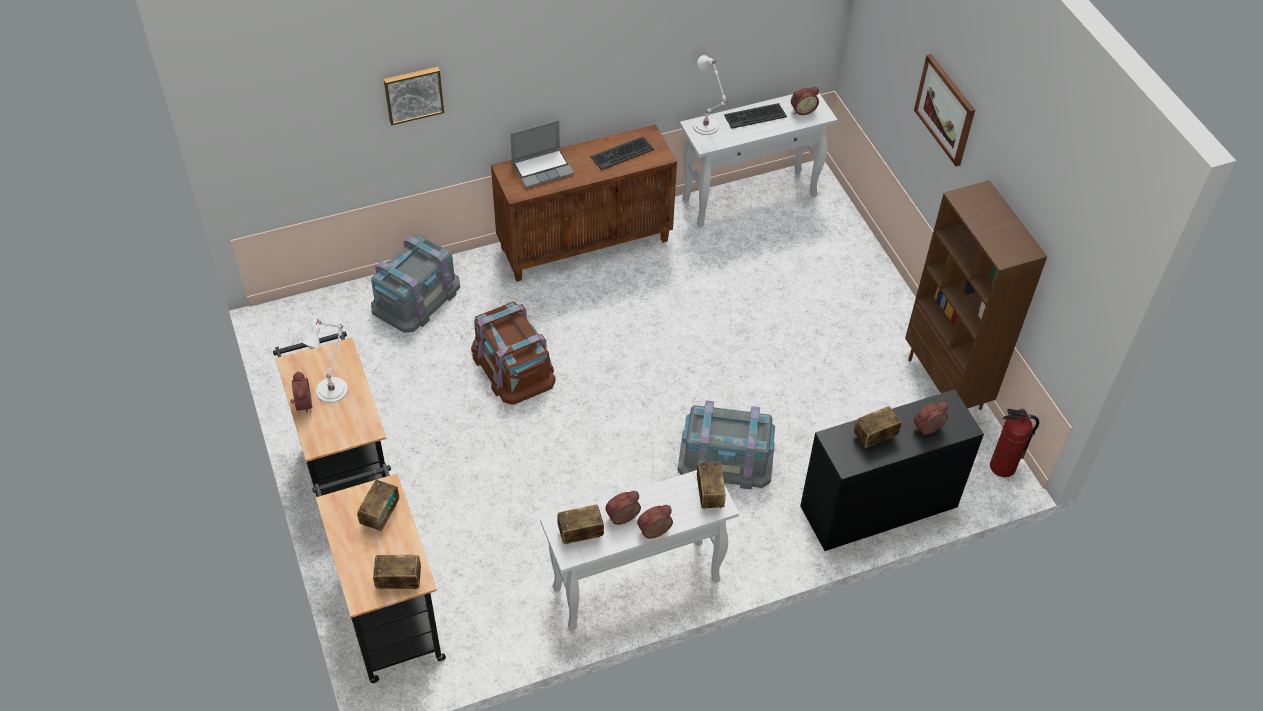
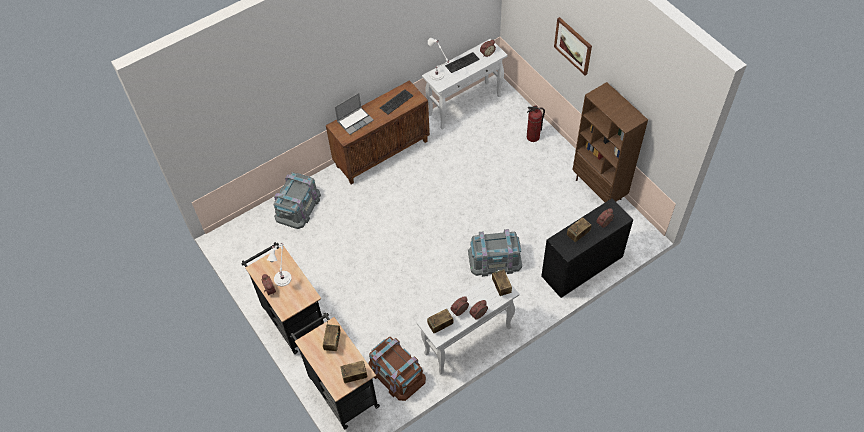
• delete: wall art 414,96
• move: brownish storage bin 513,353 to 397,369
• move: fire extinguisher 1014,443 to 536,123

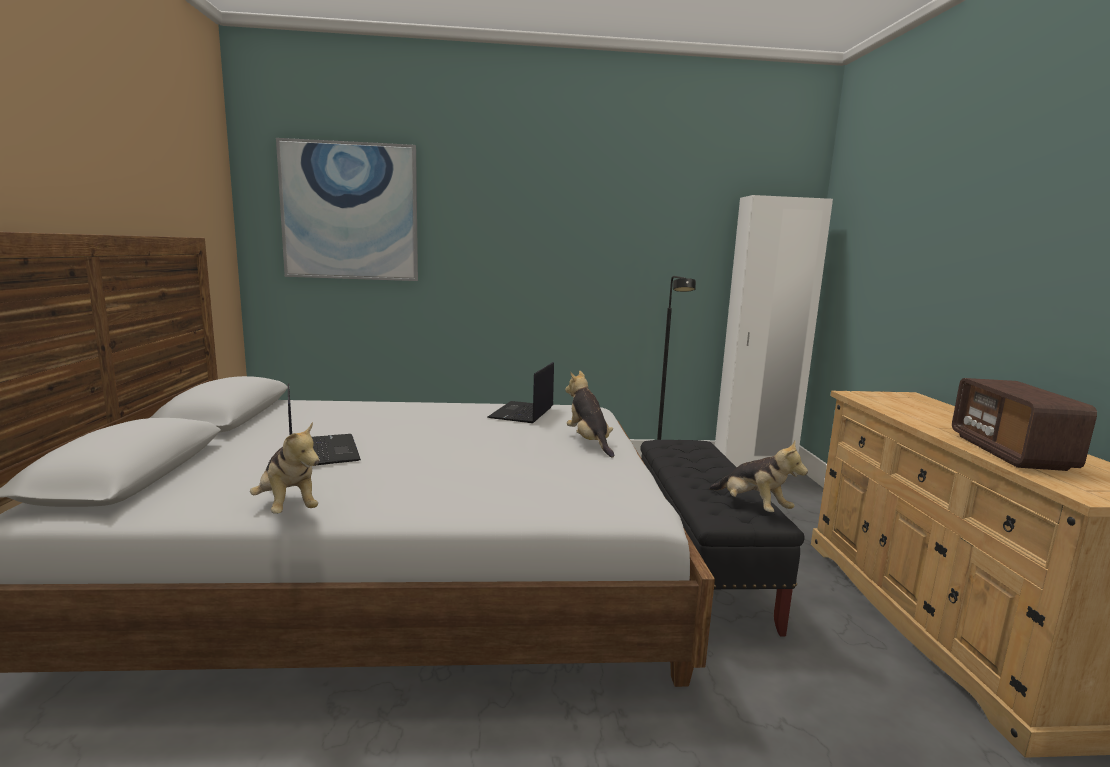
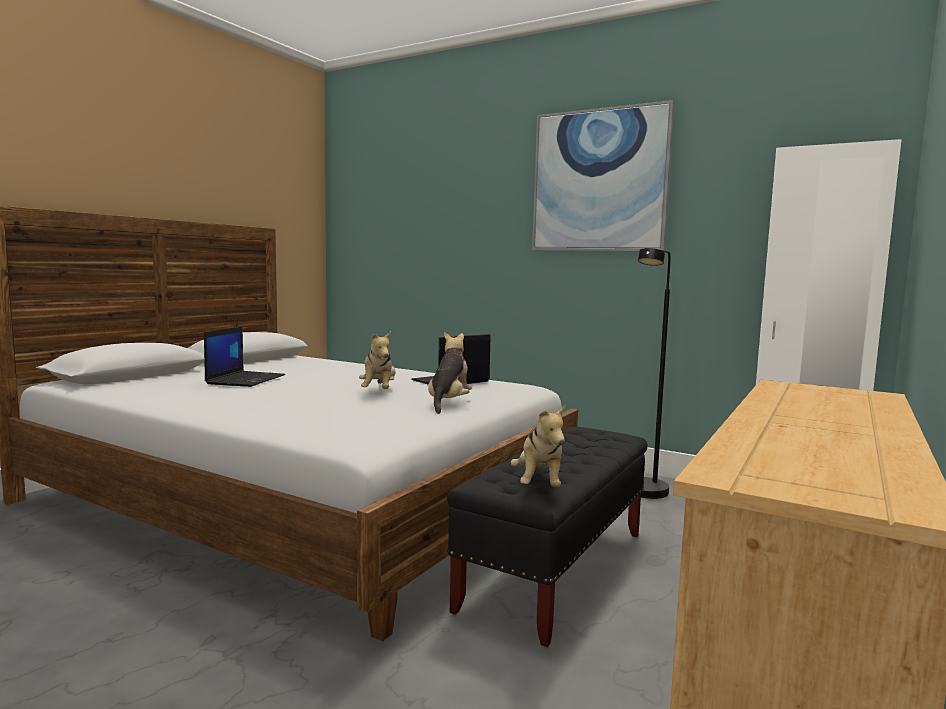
• move: plush toy 284,468 to 377,360
• move: wall art 347,209 to 603,175
• delete: radio 1024,424

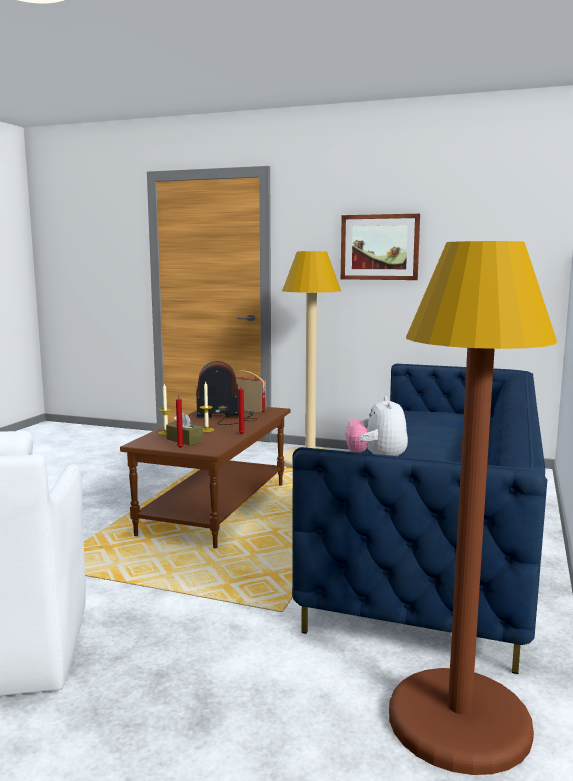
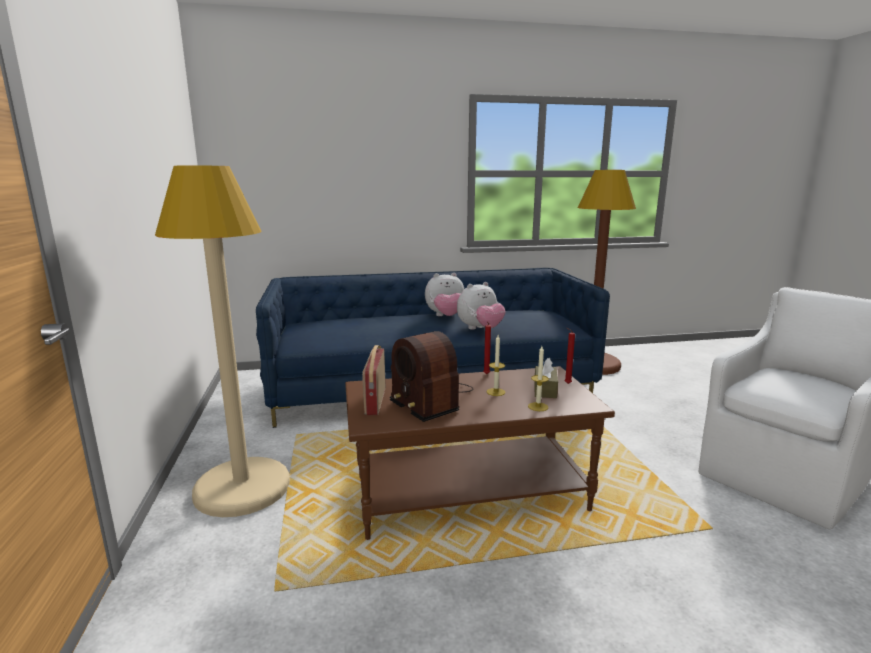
• delete: wall art 380,247
• insert: plush toy 444,294

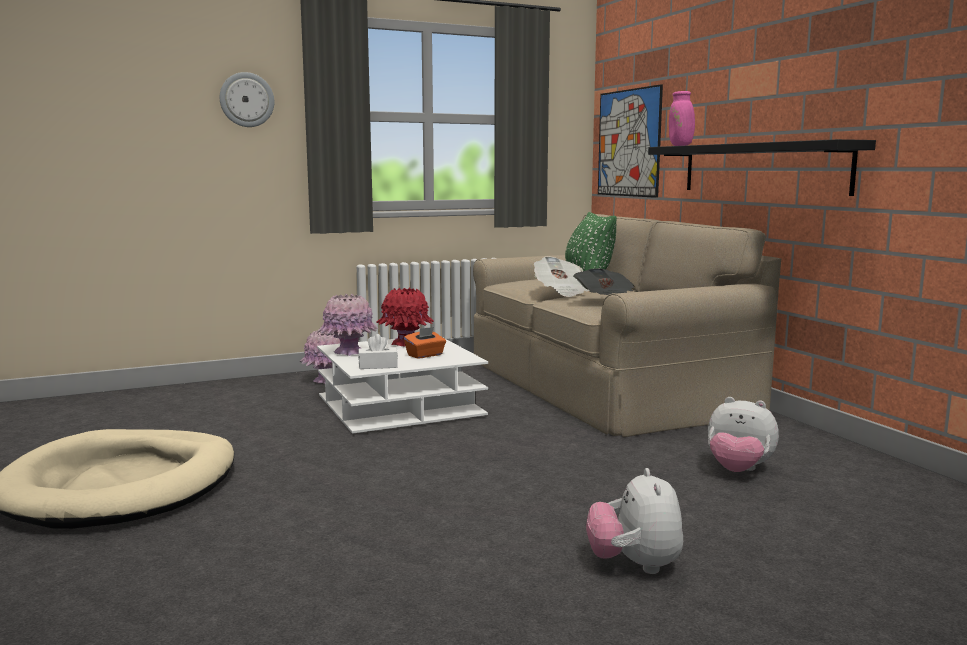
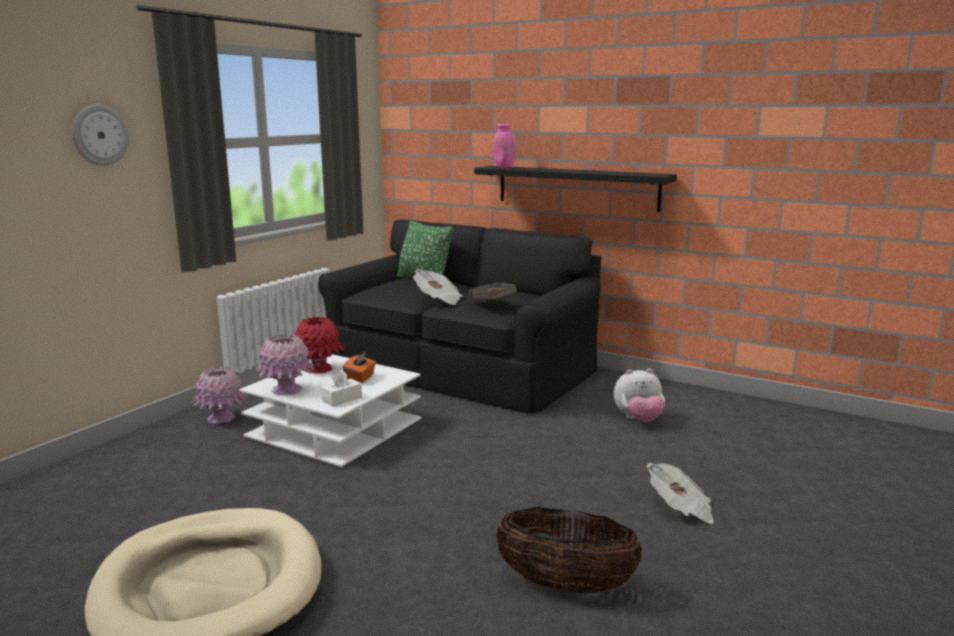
• recolor: beige-coloured sofa 627,325 to black-coloured sofa 459,316
• replace: plush toy 634,521 to daily paper 680,493
• delete: wall art 630,141
• insert: household basket 568,550

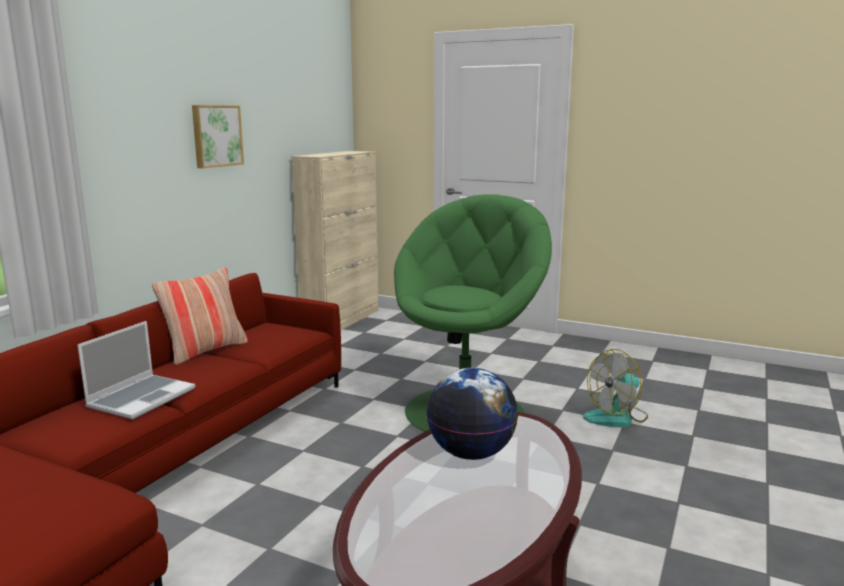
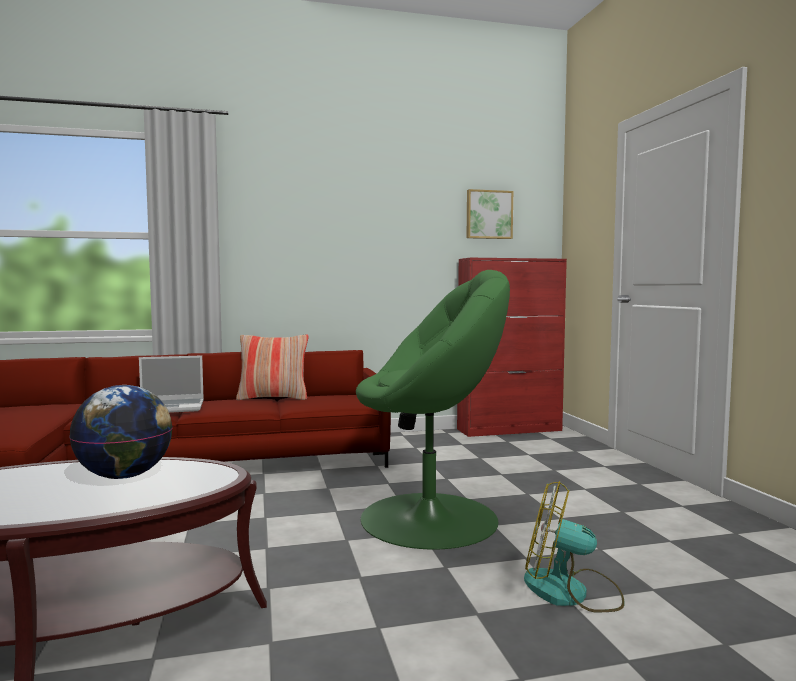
• move: wall art 218,136 to 490,214
• recolor: beige-coloured cupboard 335,240 to red-coloured cupboard 512,347

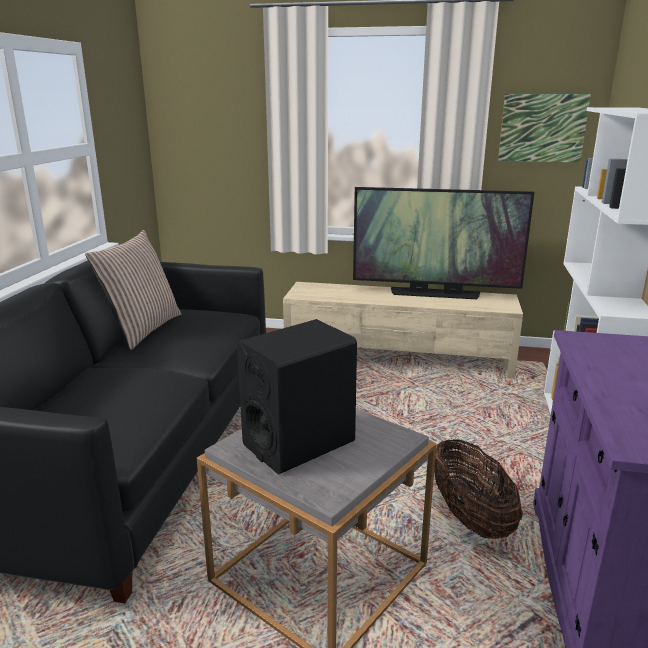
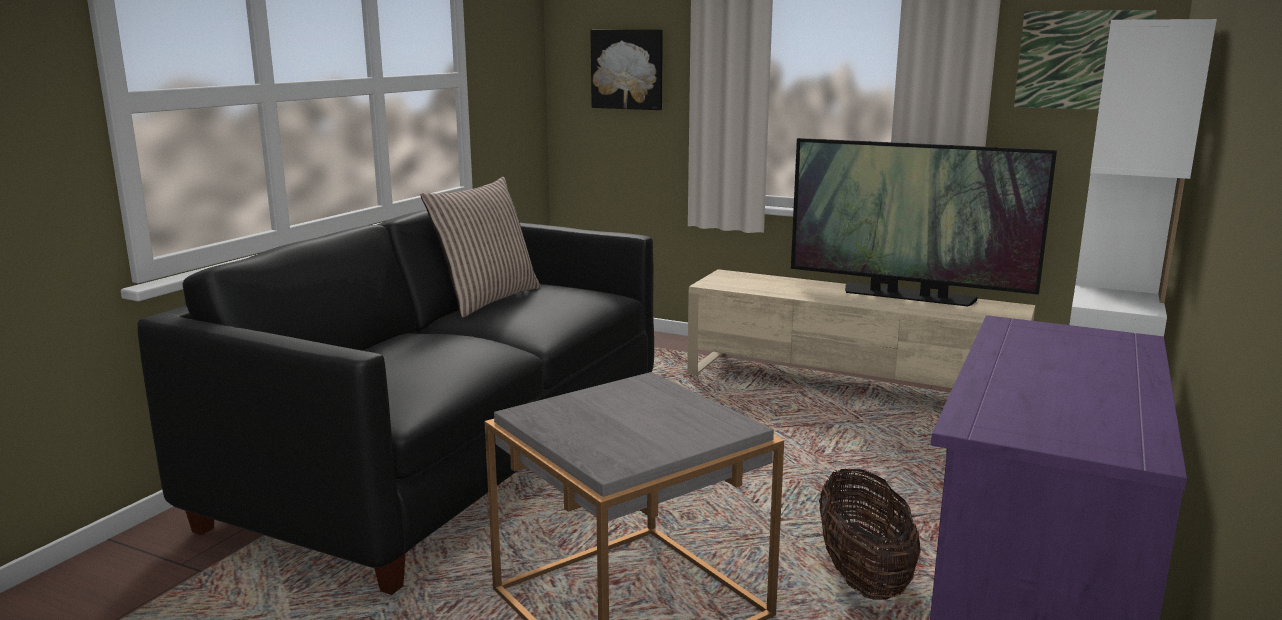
• delete: black-coloured speaker 297,396
• insert: wall art 626,69

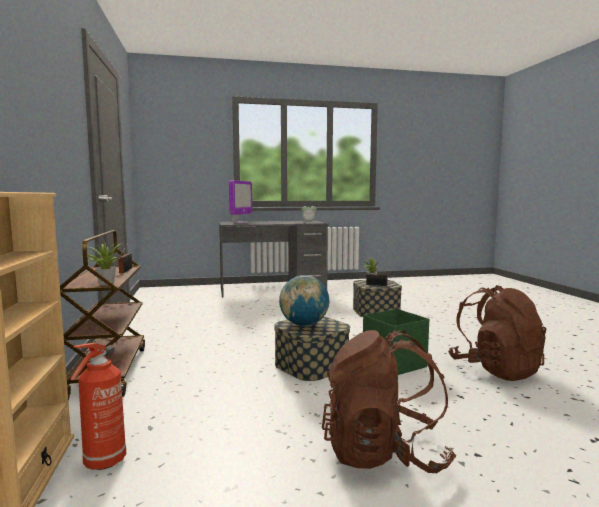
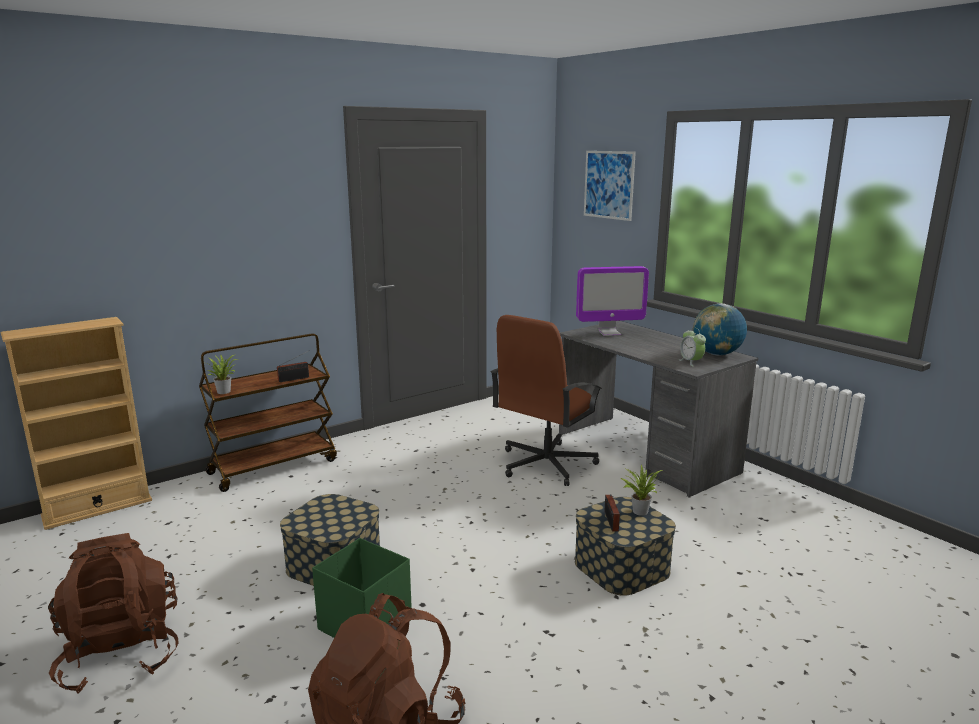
• delete: fire extinguisher 98,406
• move: desk globe 304,300 to 720,329
• insert: brownish office chair 546,400
• insert: wall art 610,186

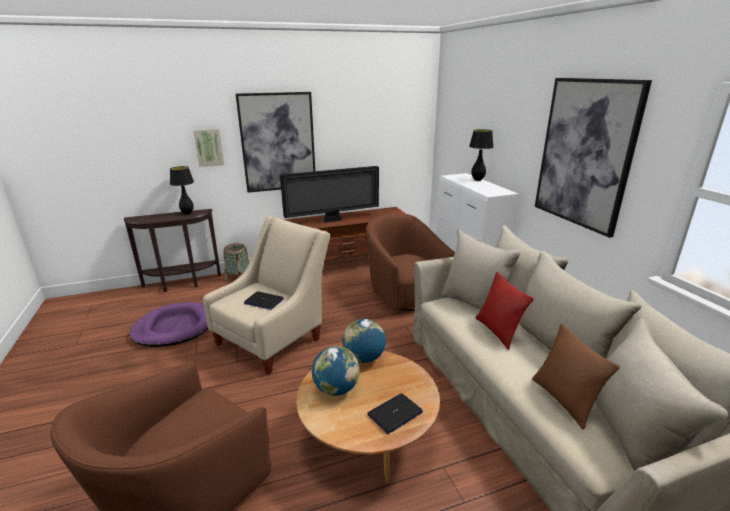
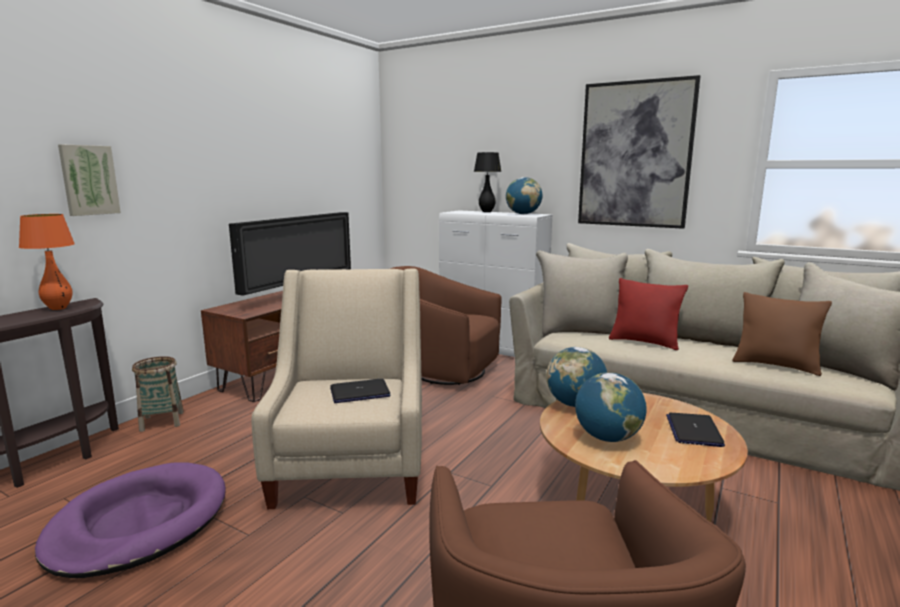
• recolor: black-coloured lamp for a table 182,190 to orange lamp for a table 47,262
• delete: wall art 275,142
• insert: desk globe 524,195

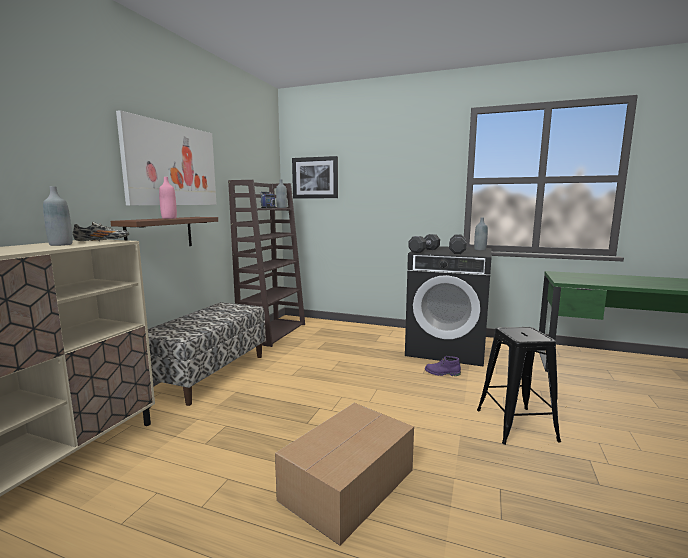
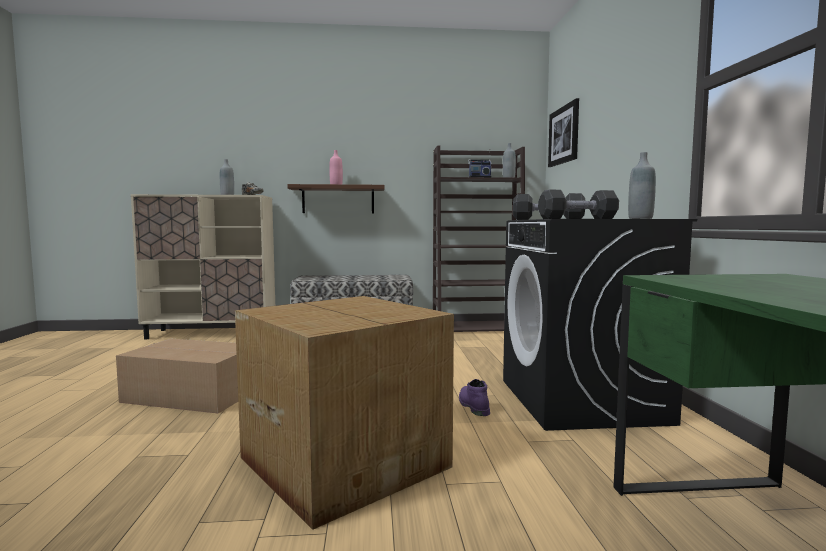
• delete: wall art 166,157
• replace: black-coloured stool seat 519,386 to packing box 344,413

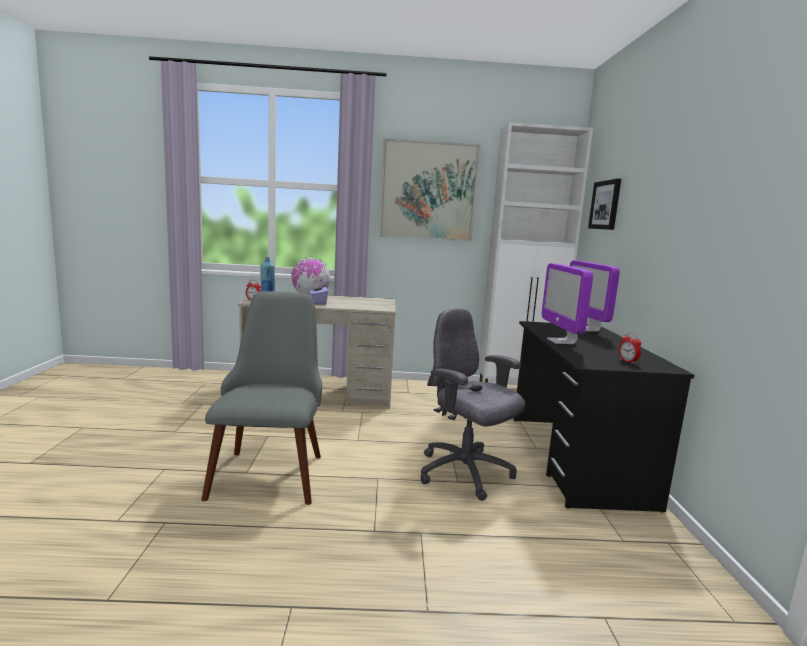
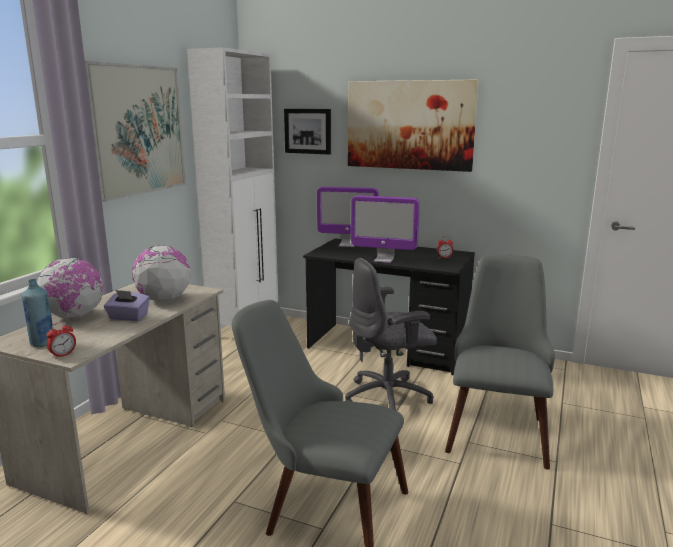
• insert: desk globe 161,273
• insert: wall art 413,126
• insert: grey plain chair 500,362

